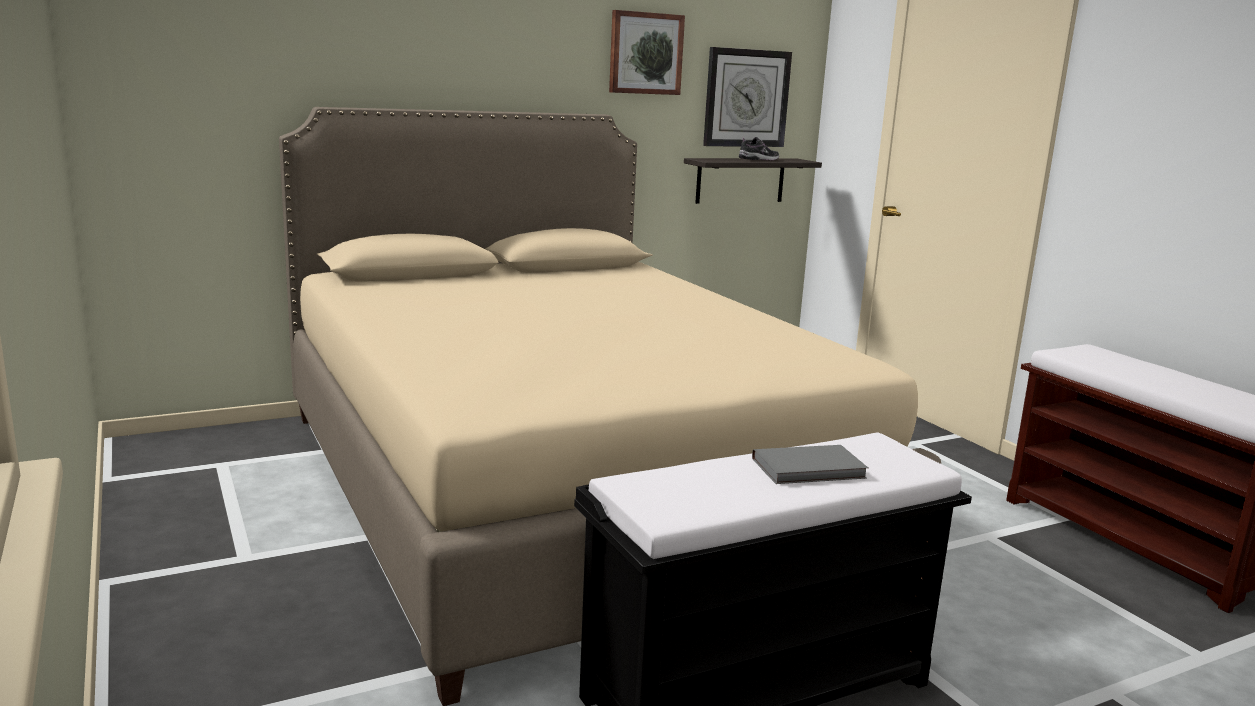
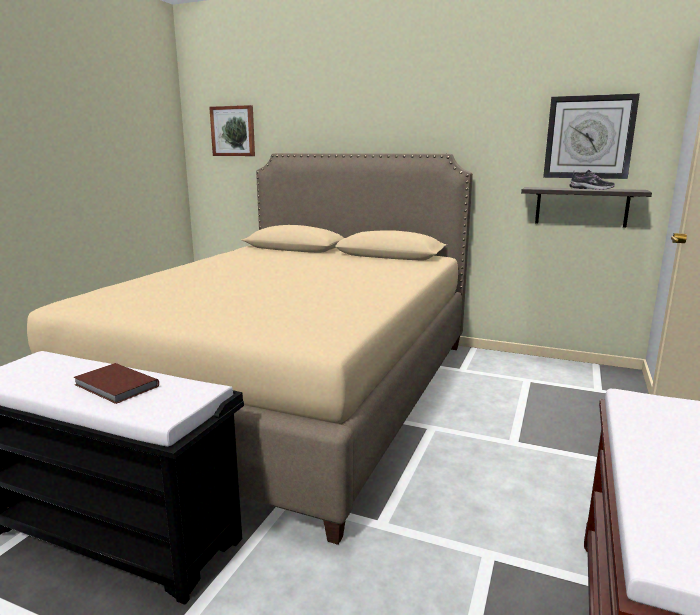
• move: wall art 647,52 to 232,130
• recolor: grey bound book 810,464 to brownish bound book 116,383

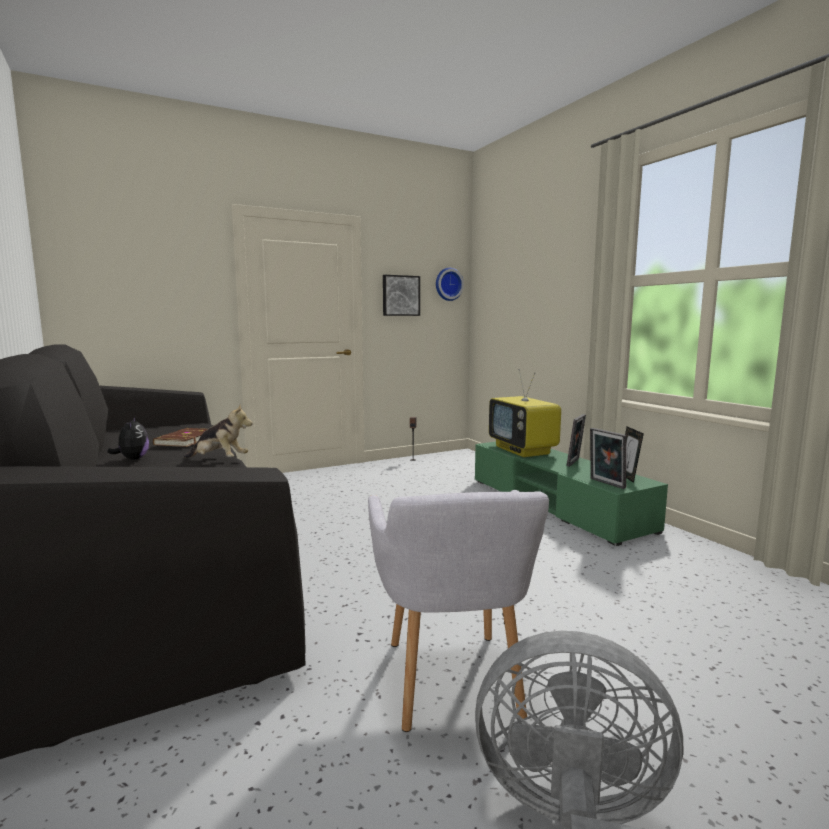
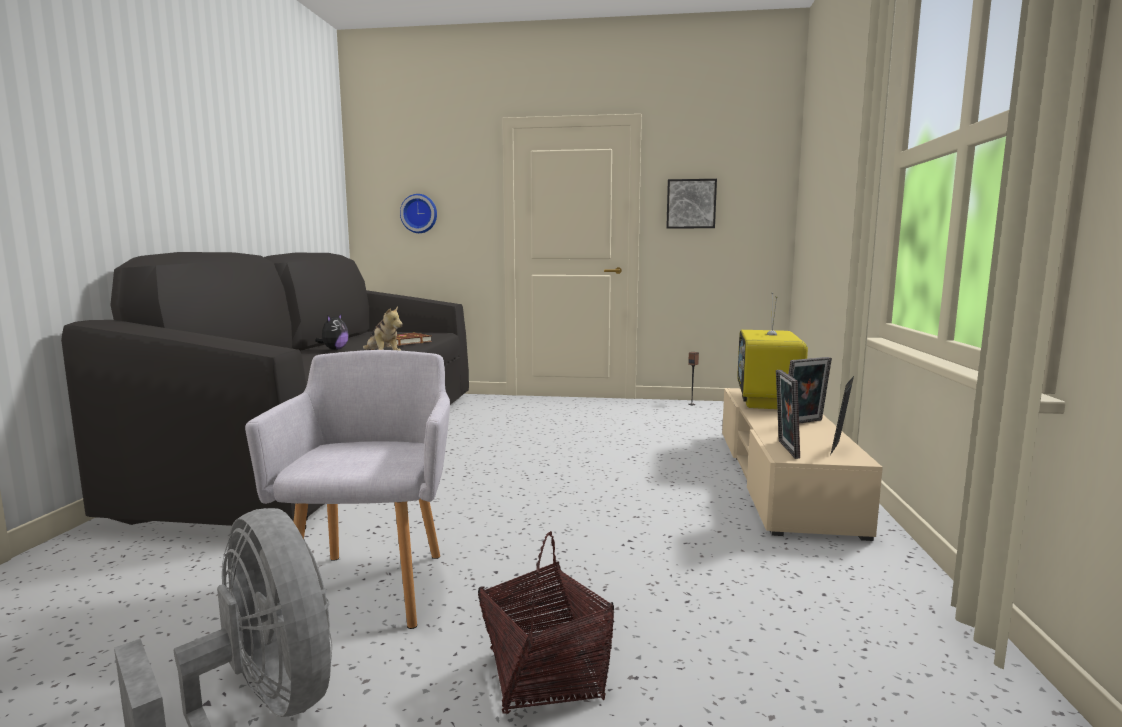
• rotate: grey armchair 458,611 = 347,489 150 degrees clockwise
• move: wall clock 450,284 to 418,213
• recolor: green-coloured media console 571,494 to beige-coloured media console 802,464
• insert: household basket 546,622

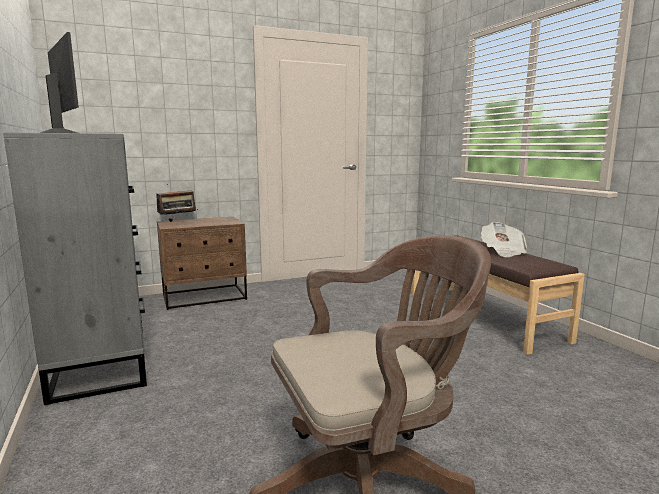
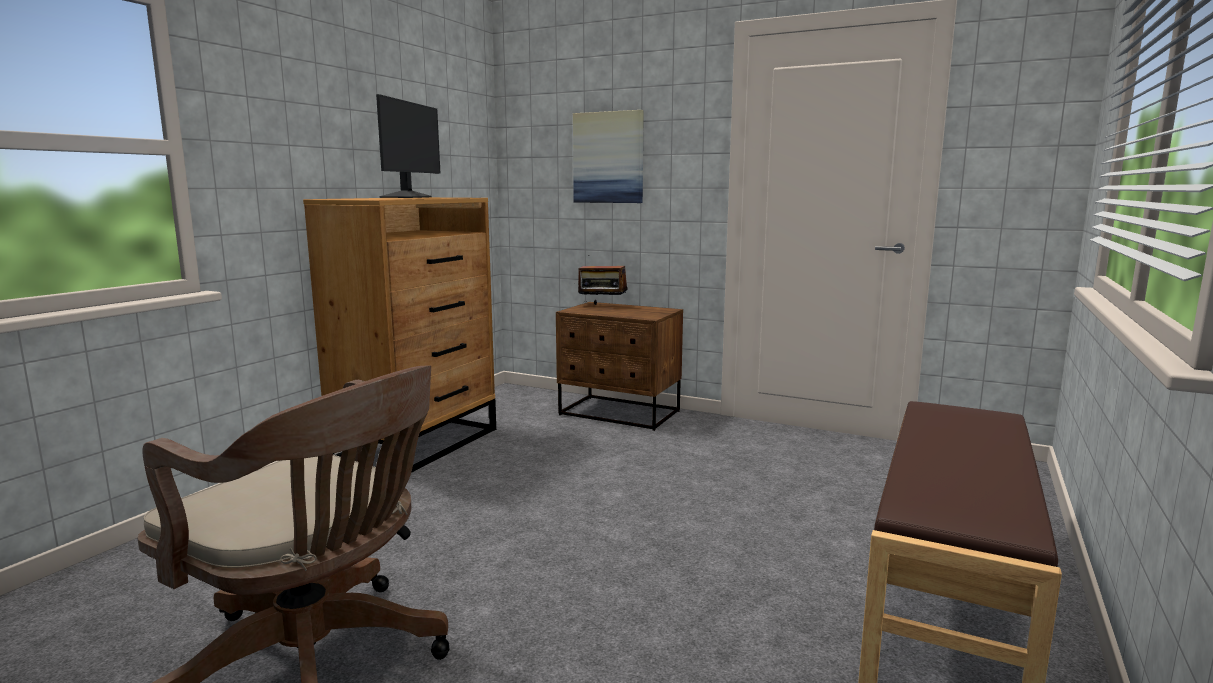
• recolor: grey dresser 75,268 to brownish dresser 399,335
• delete: daily paper 504,239
• insert: wall art 608,156

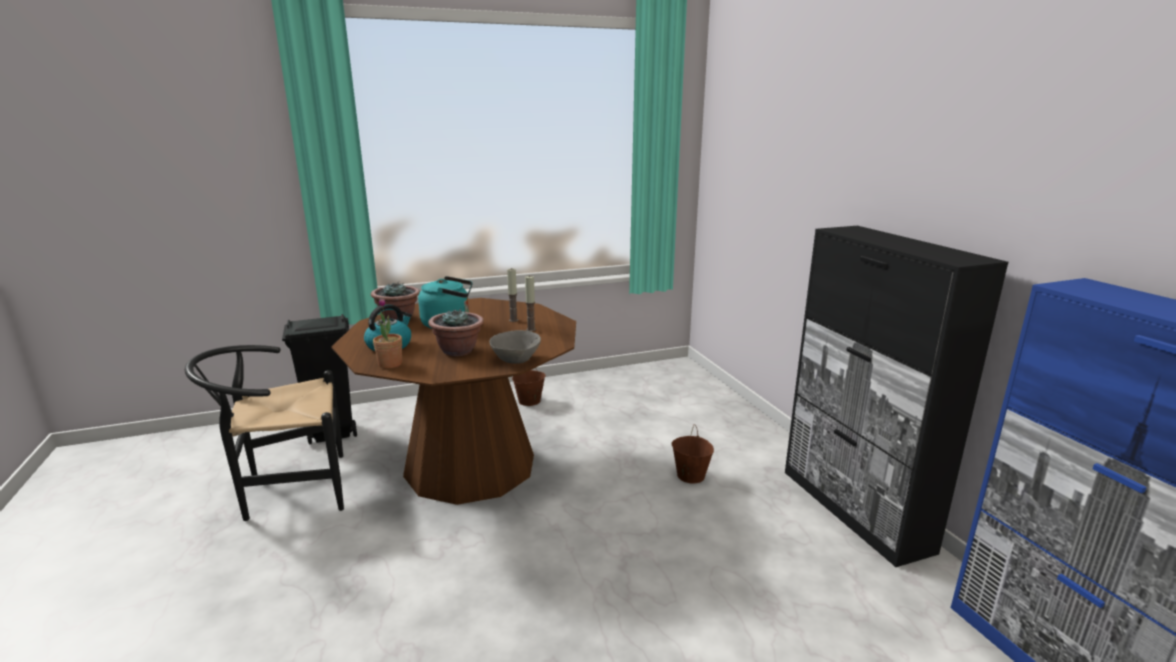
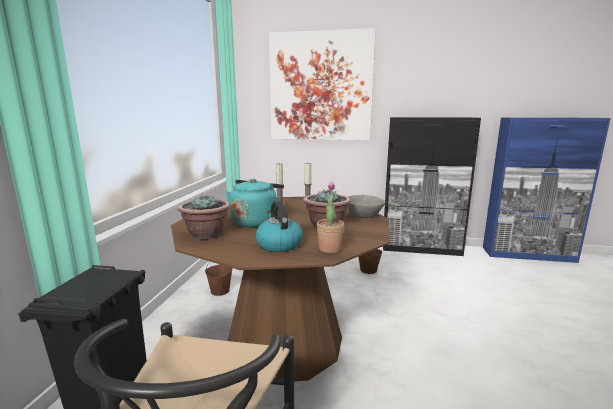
• insert: wall art 322,84

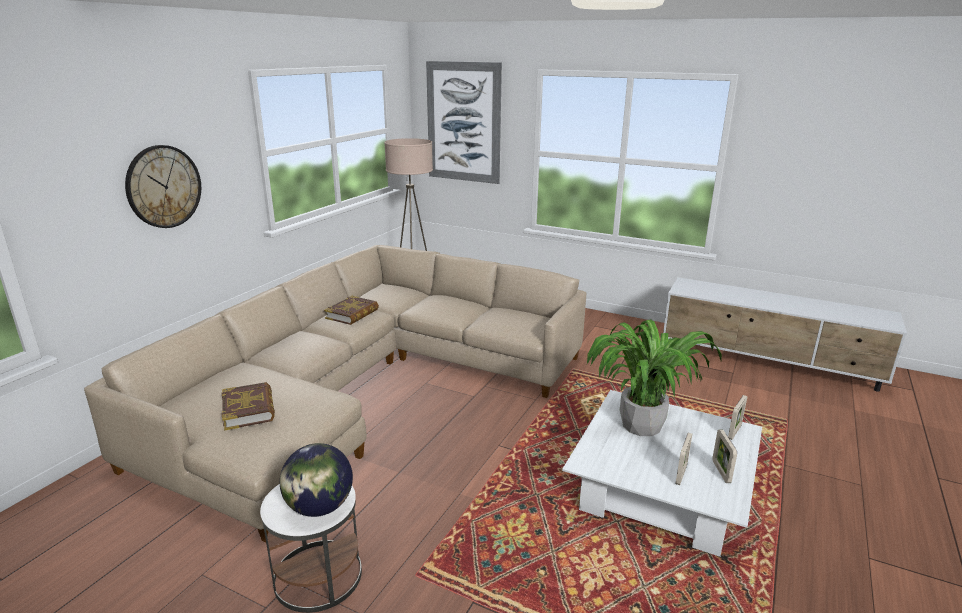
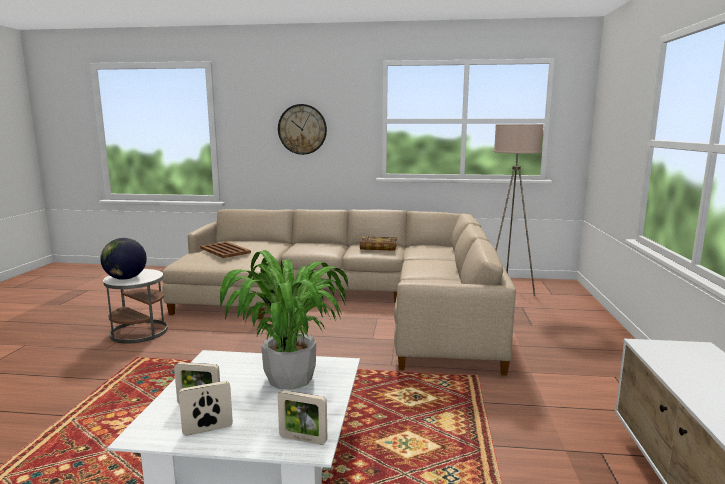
• replace: bound book 248,406 to brownish serving tray 225,250
• delete: wall art 464,122

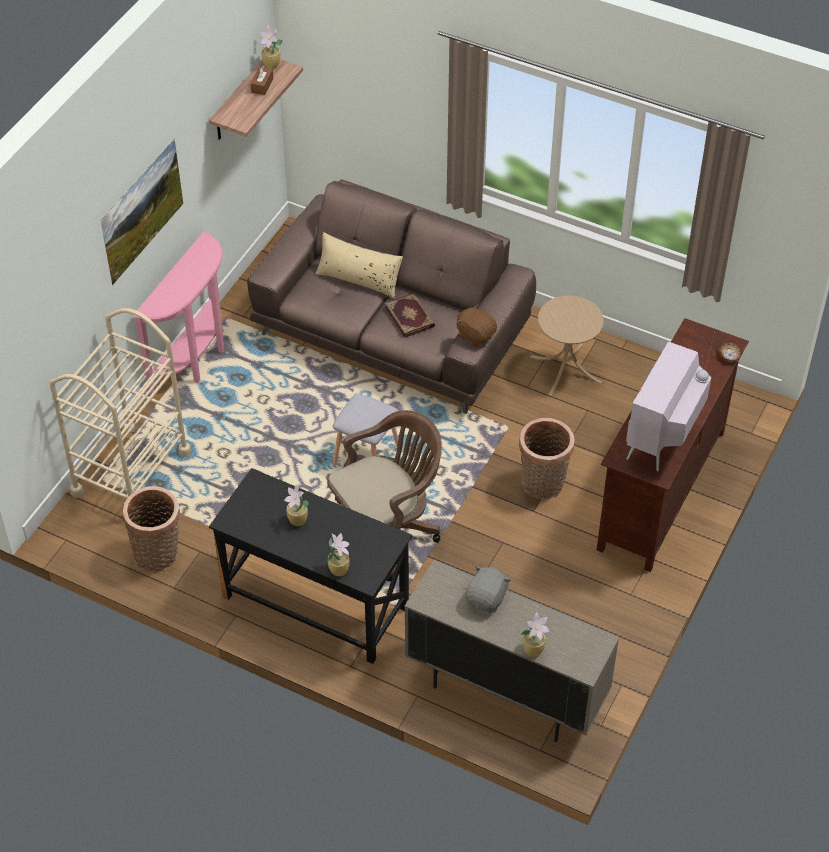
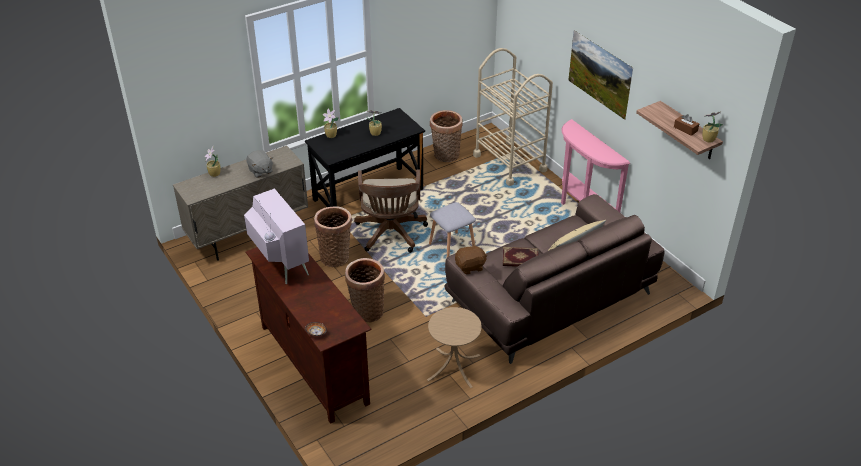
• insert: household basket 333,236

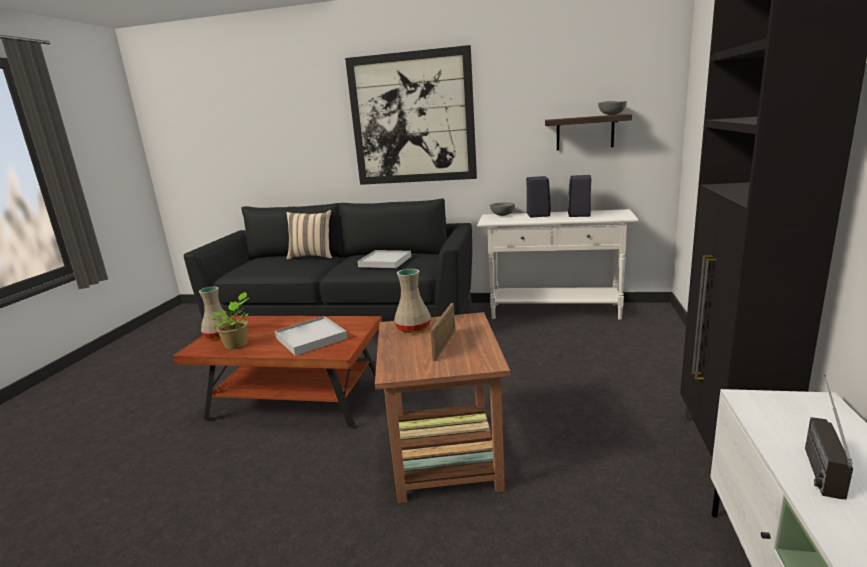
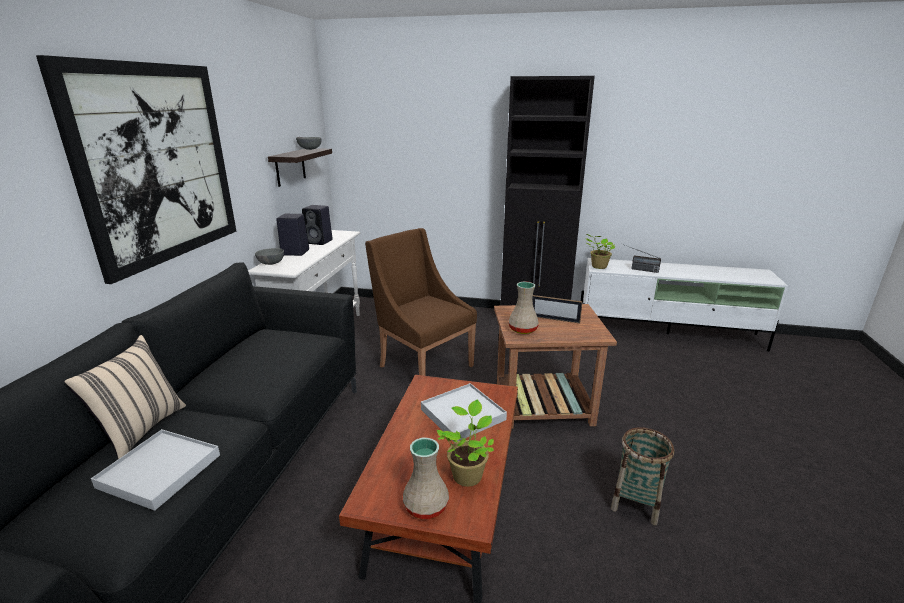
• move: whitish serving tray 384,259 to 155,470
• insert: brownish armchair 421,302
• insert: potted plant 600,251
• insert: household basket 642,476

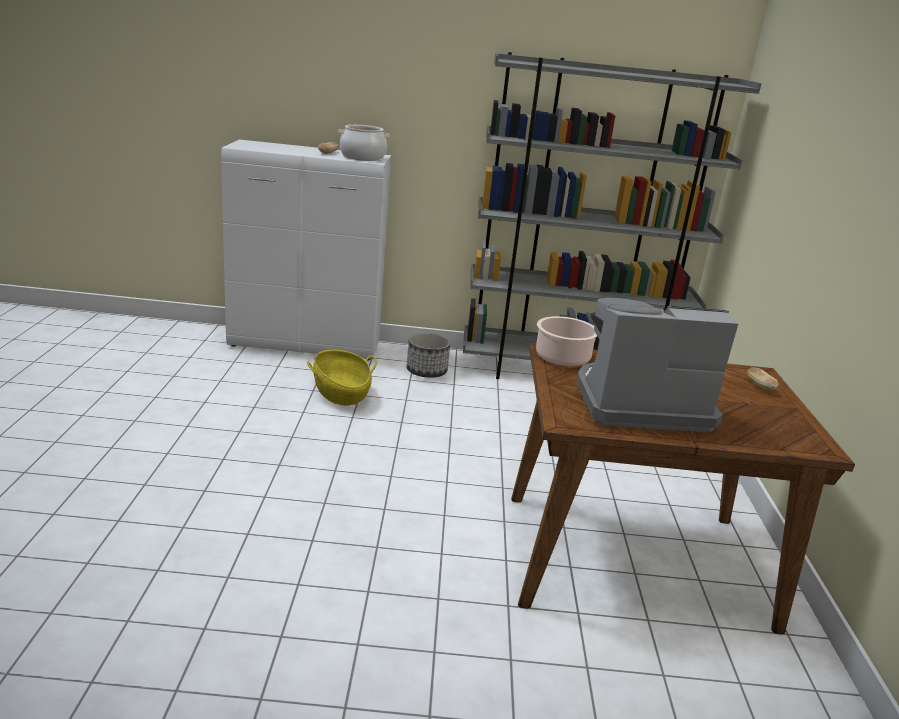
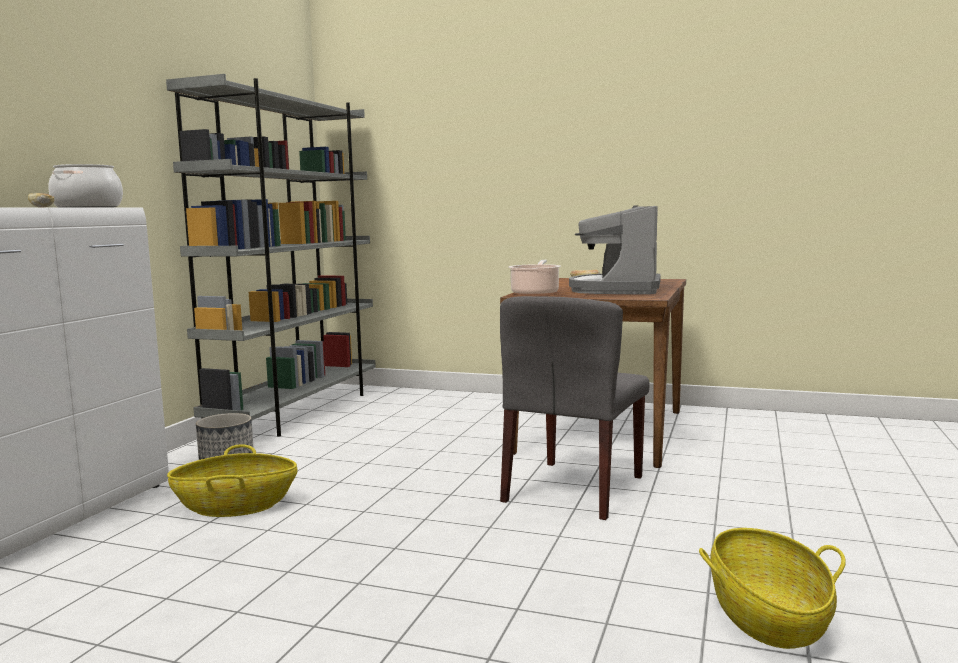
• insert: grey plain chair 575,408
• insert: household basket 772,588

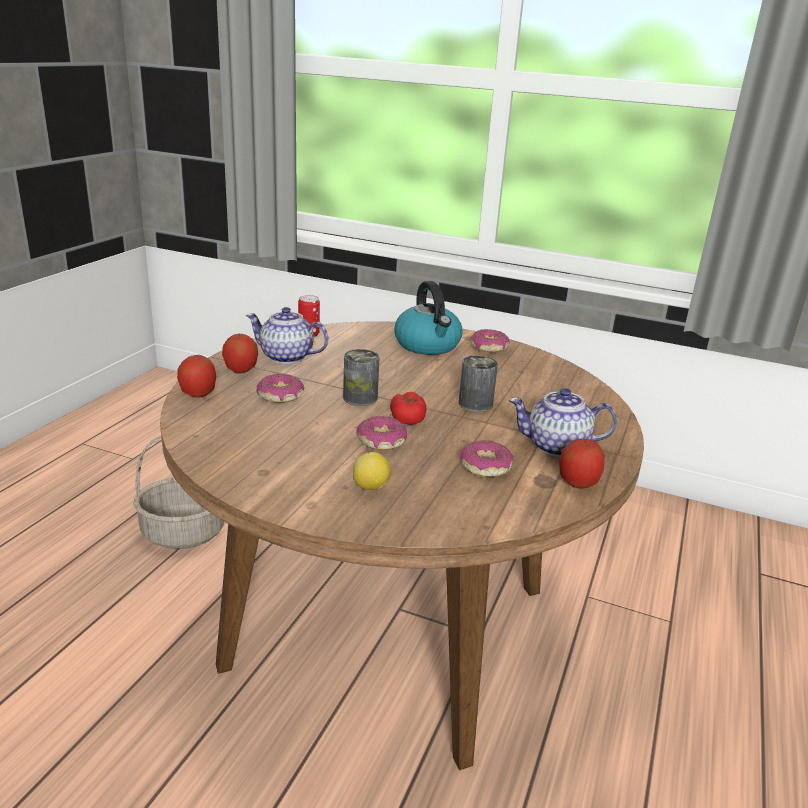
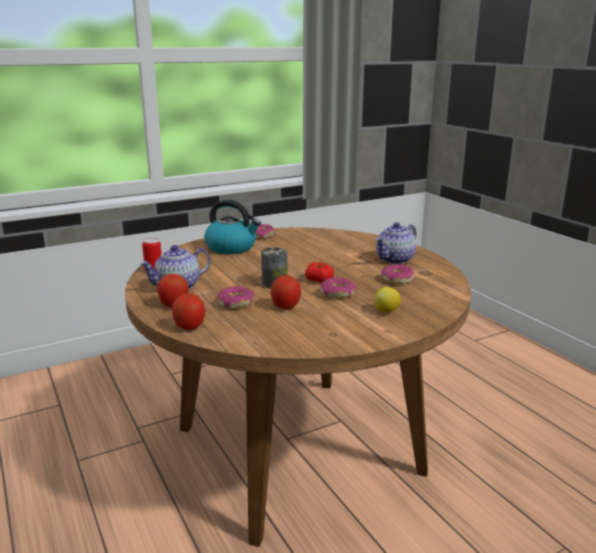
• delete: household basket 178,492
• delete: metal can 478,383
• move: whole apple 582,464 to 285,292

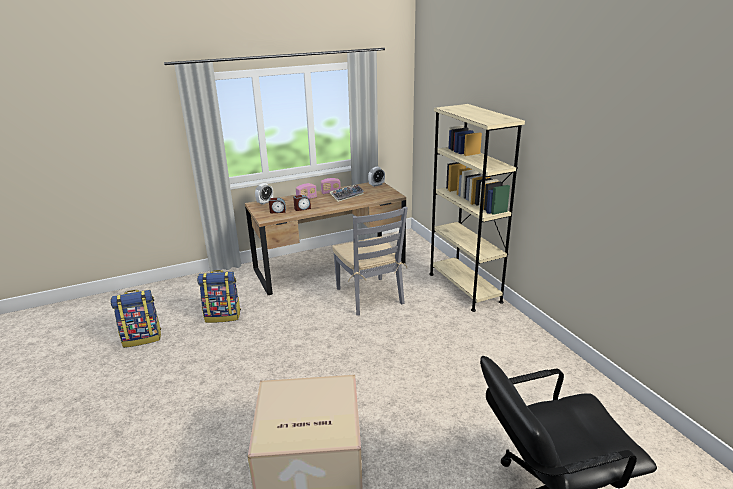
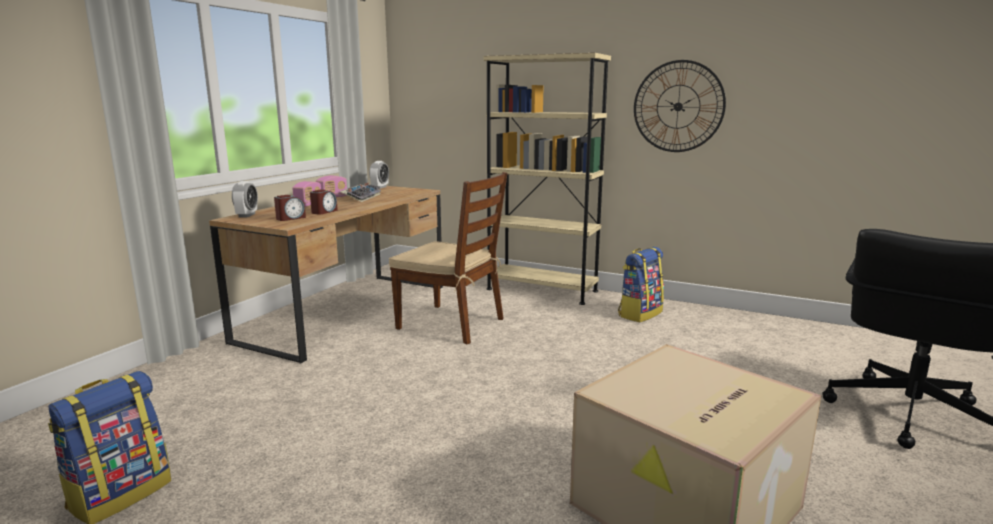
• move: rucksack 219,296 to 641,285
• recolor: grey plain chair 370,261 to brownish plain chair 448,258
• insert: wall clock 680,106

